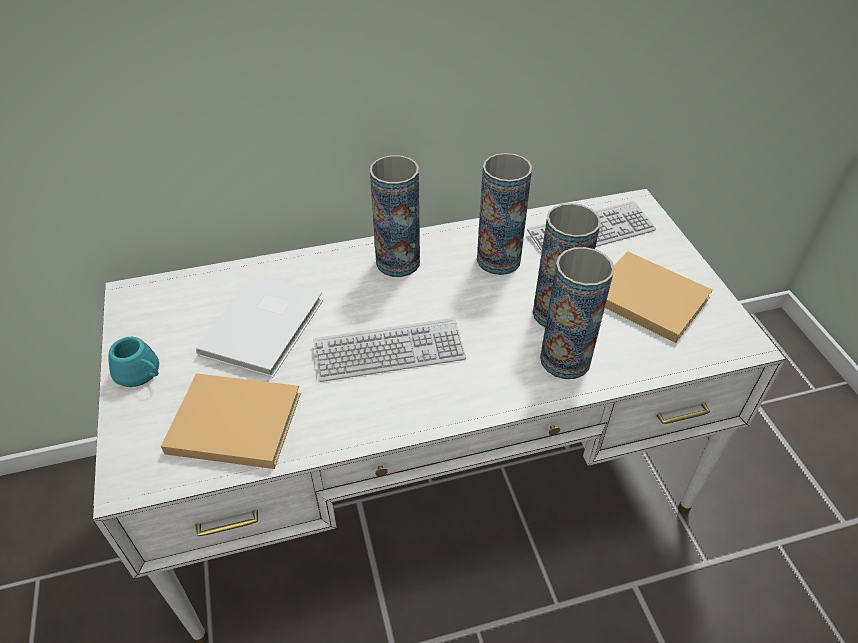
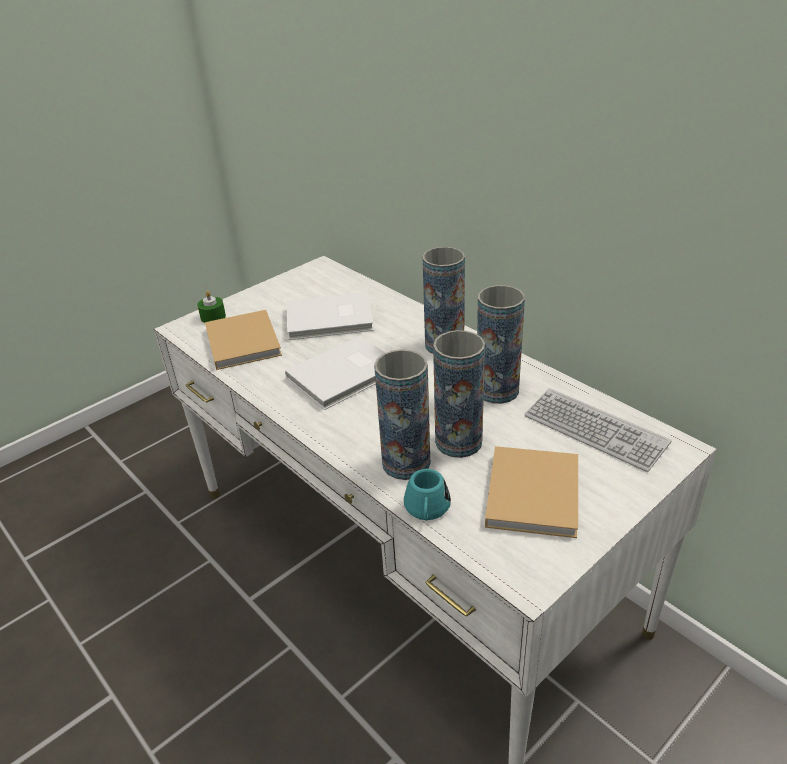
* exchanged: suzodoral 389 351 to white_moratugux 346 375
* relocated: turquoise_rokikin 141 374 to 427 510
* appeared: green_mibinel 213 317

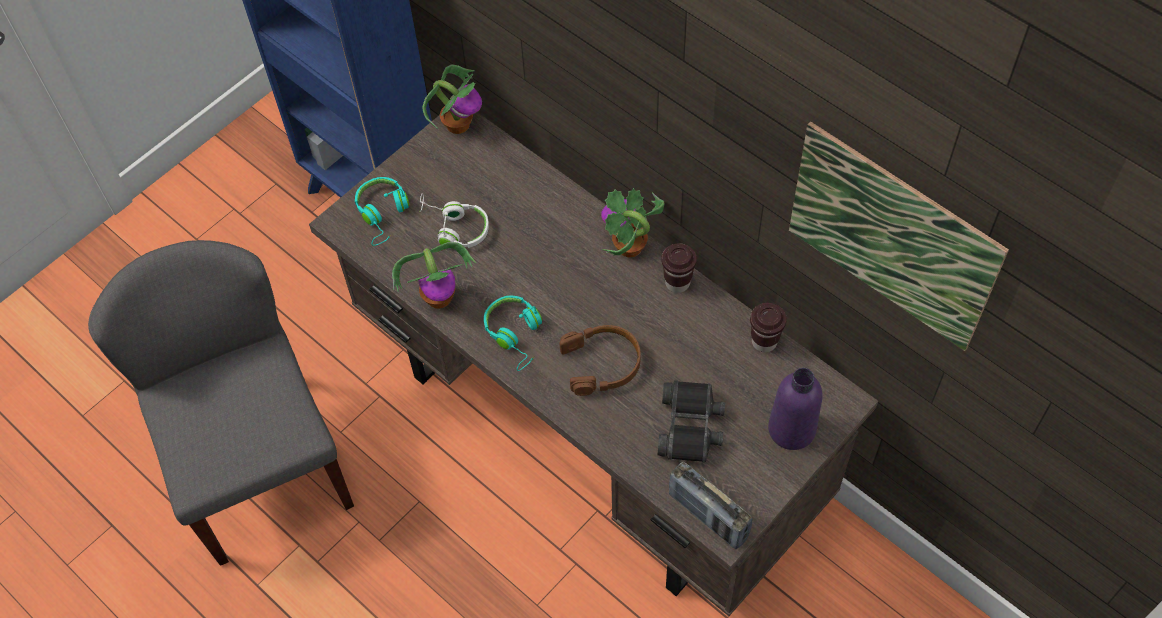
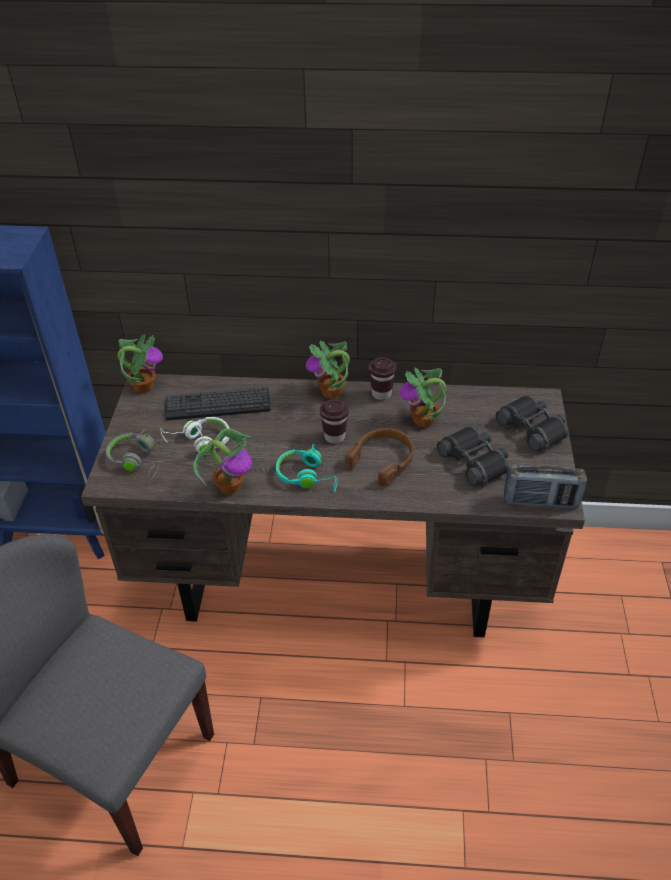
* missing: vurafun 891 237
* colour: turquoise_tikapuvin 383 214 to grey_tikapuvin 137 461
* relocated: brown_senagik 764 341 to 334 437
* exchanged: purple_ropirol 791 429 to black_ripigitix 532 428
* appeared: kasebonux 424 420
* appeared: suzodoral 218 405

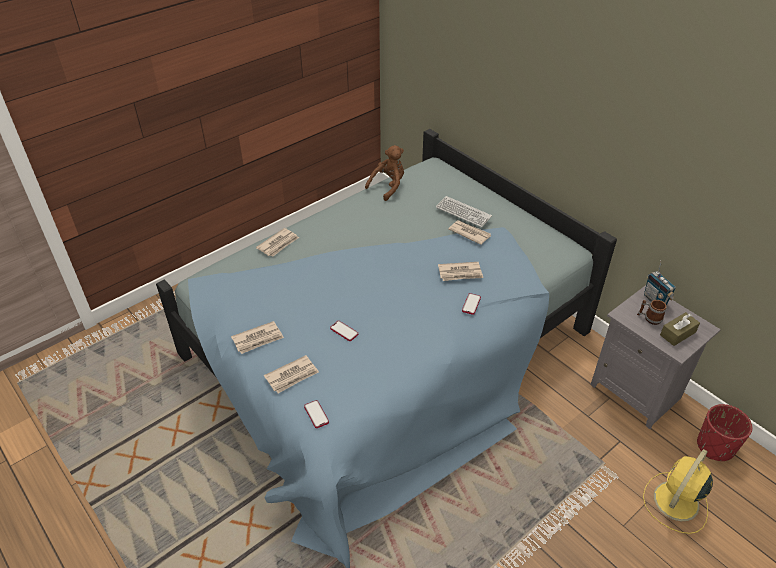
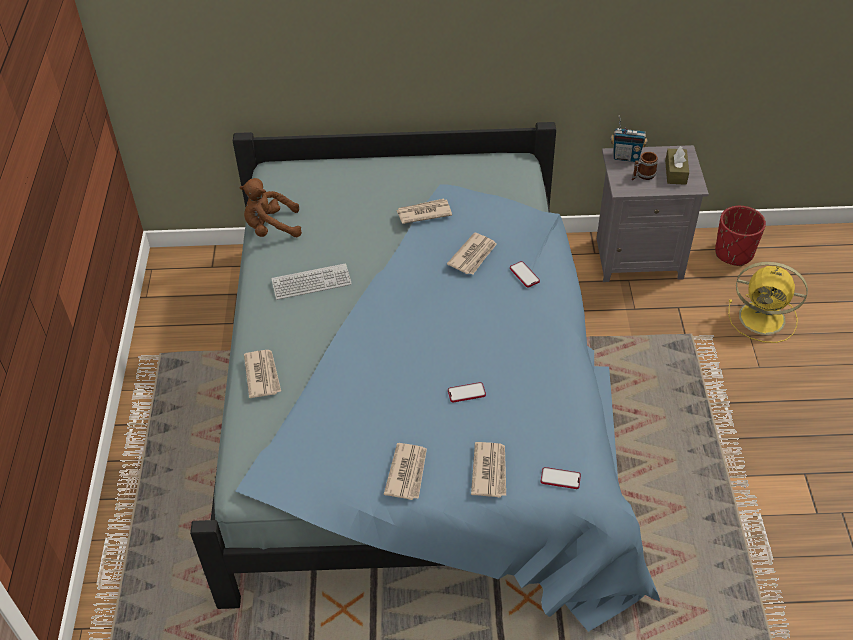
* spun: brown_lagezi 388 186 = 271 228 90 degrees counterclockwise
* relocated: suzodoral 463 212 to 311 282
* spun: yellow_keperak 675 502 = 764 318 60 degrees counterclockwise

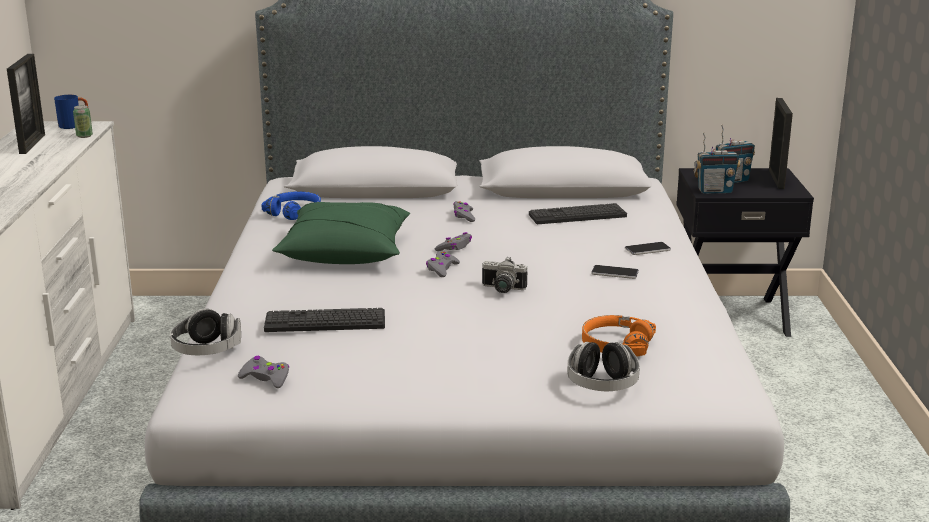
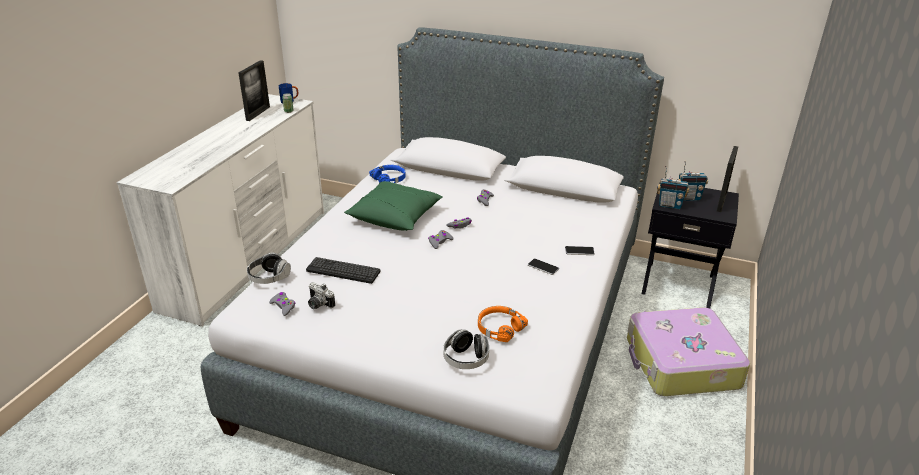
* missing: suzodoral 577 215
* relocated: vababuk 502 289 to 318 304
* appeared: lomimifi 680 364

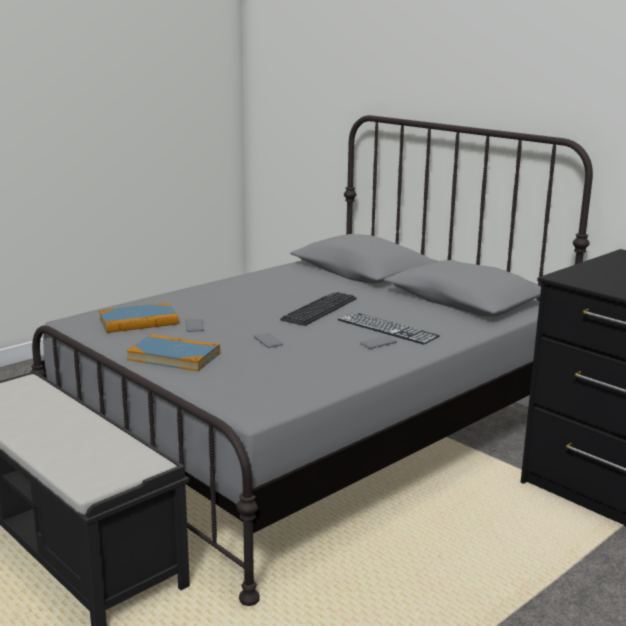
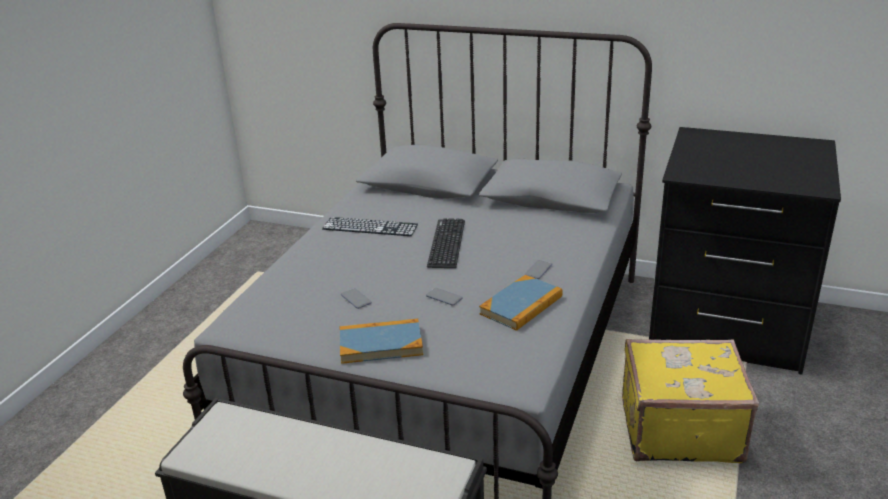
* relocated: moratugux 138 321 to 521 305
* relocated: suzodoral 387 328 to 370 227
* appeared: yellow_lomimifi 678 428

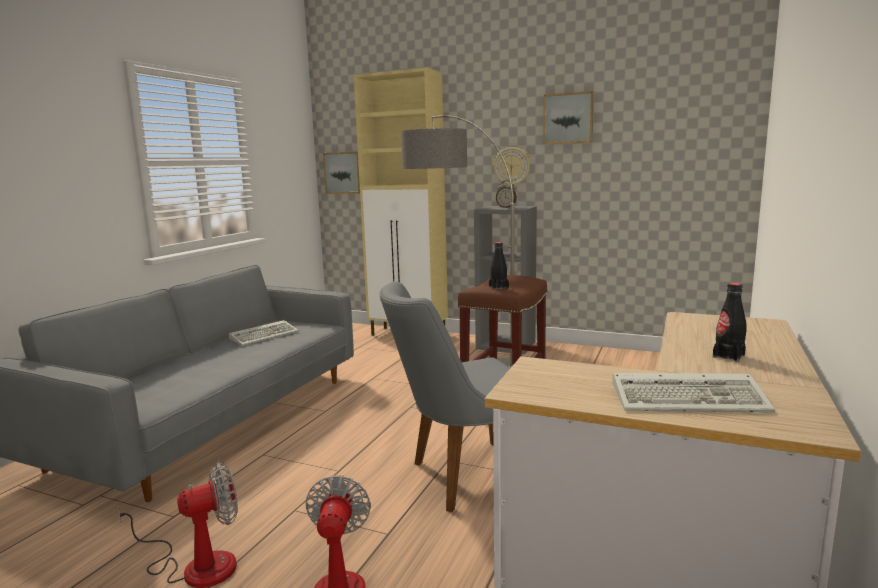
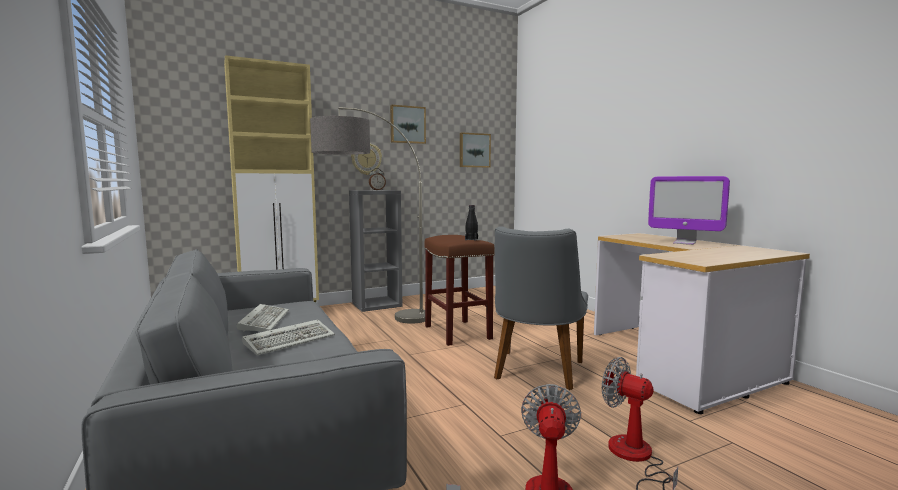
* relocated: vurafun 344 173 to 474 150
* exchanged: black_ropirol 728 356 to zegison 684 243
* relocated: suzodoral 691 399 to 291 340

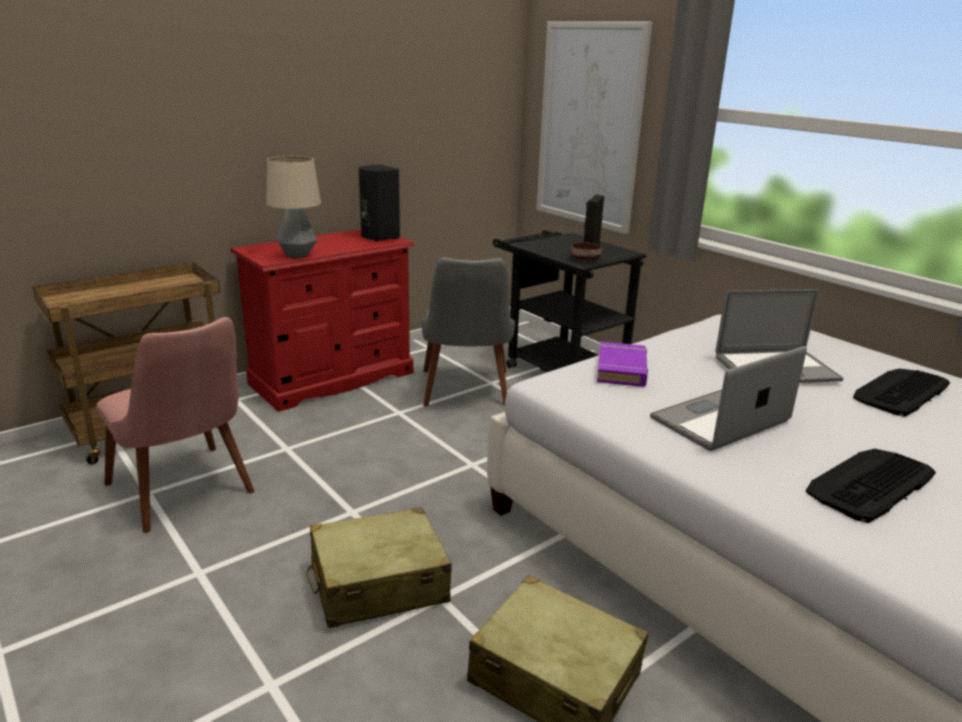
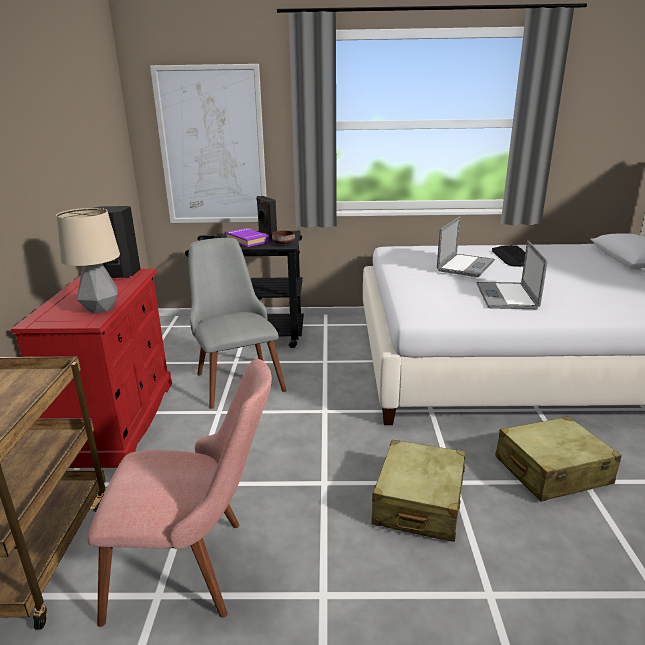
* spun: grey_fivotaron 466 394 = 235 377 150 degrees counterclockwise
* relocated: purple_moratugux 621 369 to 247 240
* missing: suzodoral 870 484

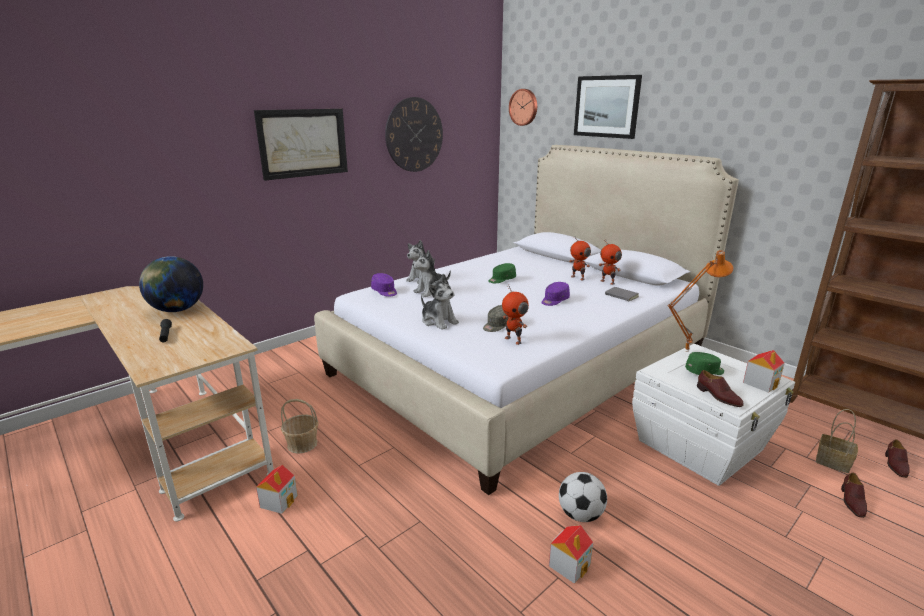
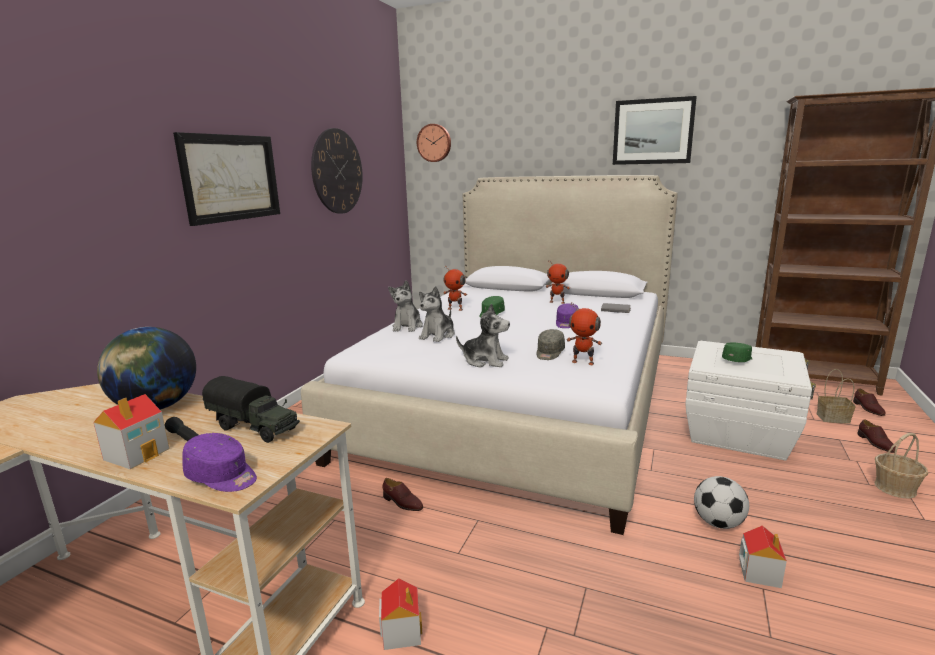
* relocated: vurafun 606 106 to 653 131
* relocated: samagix 608 282 to 455 309
* missing: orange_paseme 685 351
* relocated: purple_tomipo 385 291 to 222 477
* relocated: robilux 761 383 to 137 453
* relocated: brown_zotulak 718 396 to 402 503
* relocated: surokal 302 444 to 895 488
* appeared: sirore 255 427

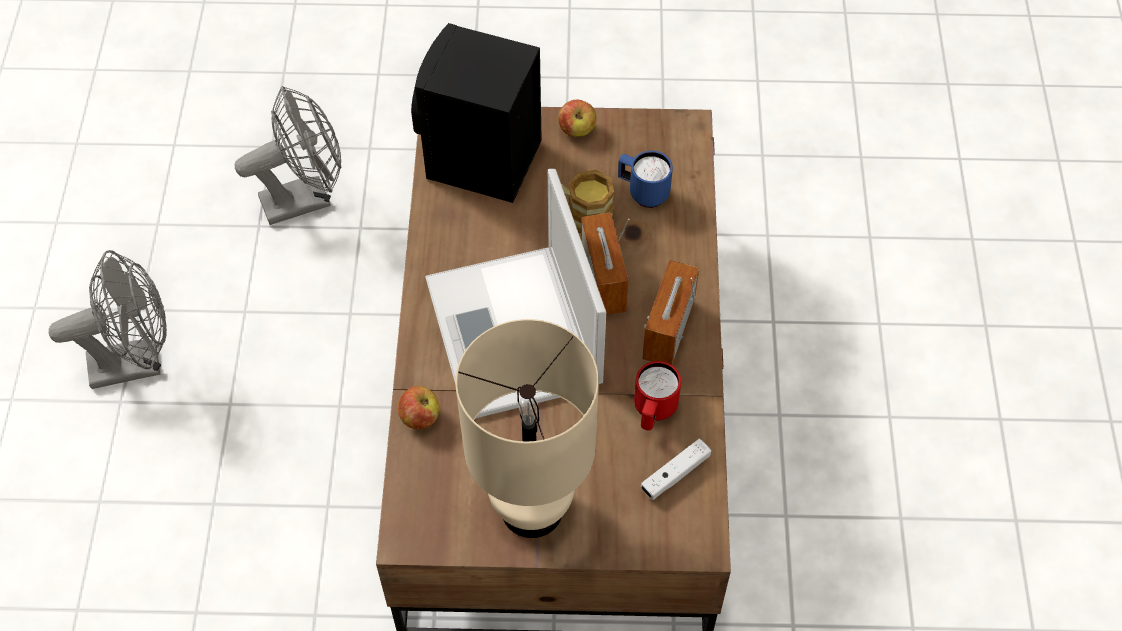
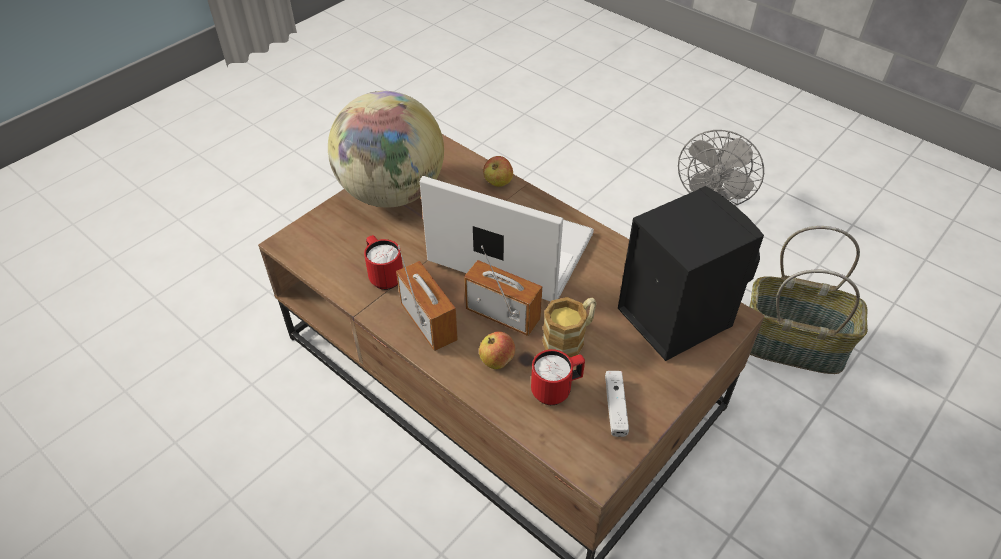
* exchanged: grey_keperak 306 198 to surokal 792 344
* relocated: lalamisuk 577 130 to 497 360
* colour: blue_rokikin 643 192 to red_rokikin 556 390
* exchanged: beige_paseme 533 509 to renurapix 391 193
* relocated: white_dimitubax 675 474 to 615 407

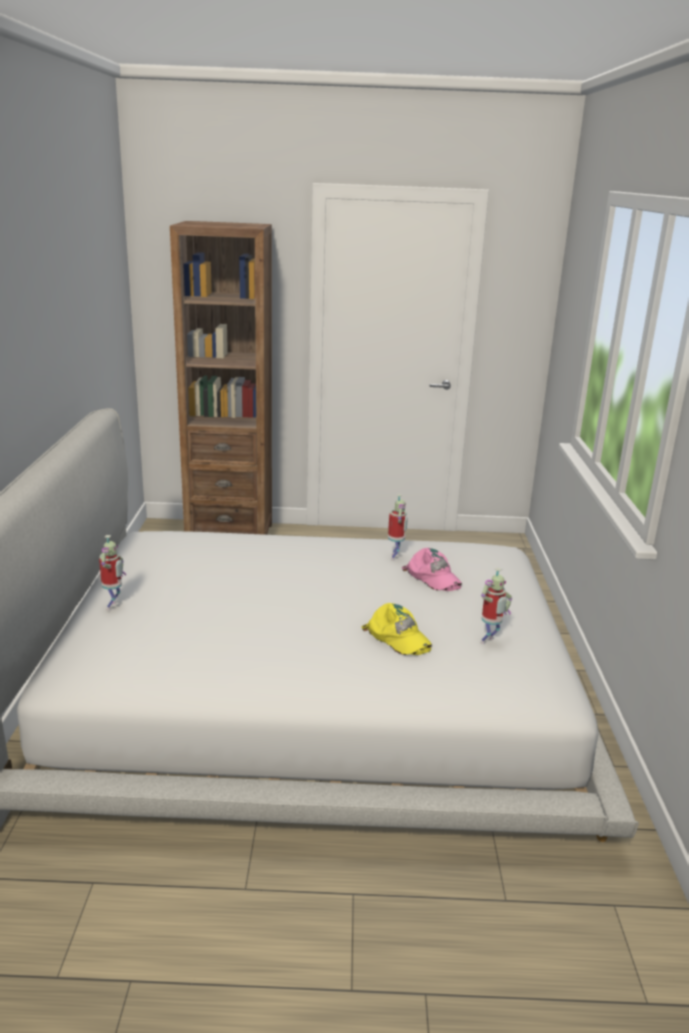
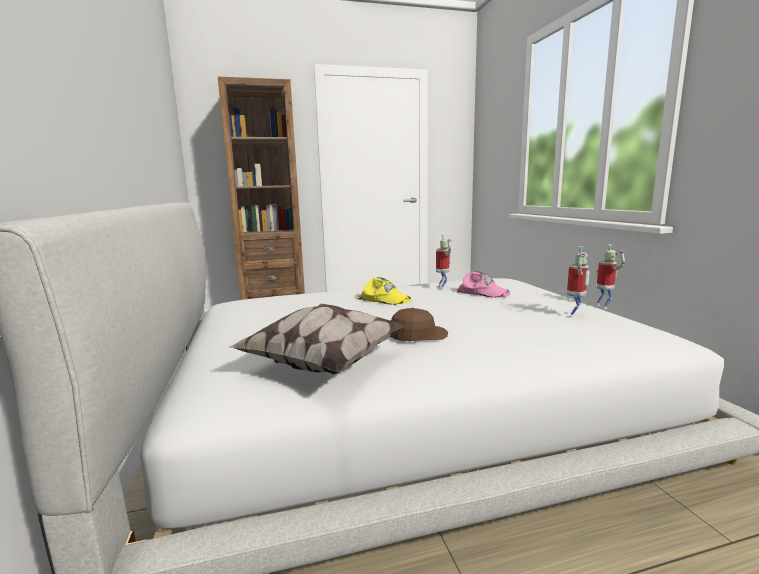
* relocated: samagix 114 606 to 603 307
* relocated: yellow_tomipo 398 637 to 384 299
* appeared: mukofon 323 363
* appeared: brown_tomipo 417 335

